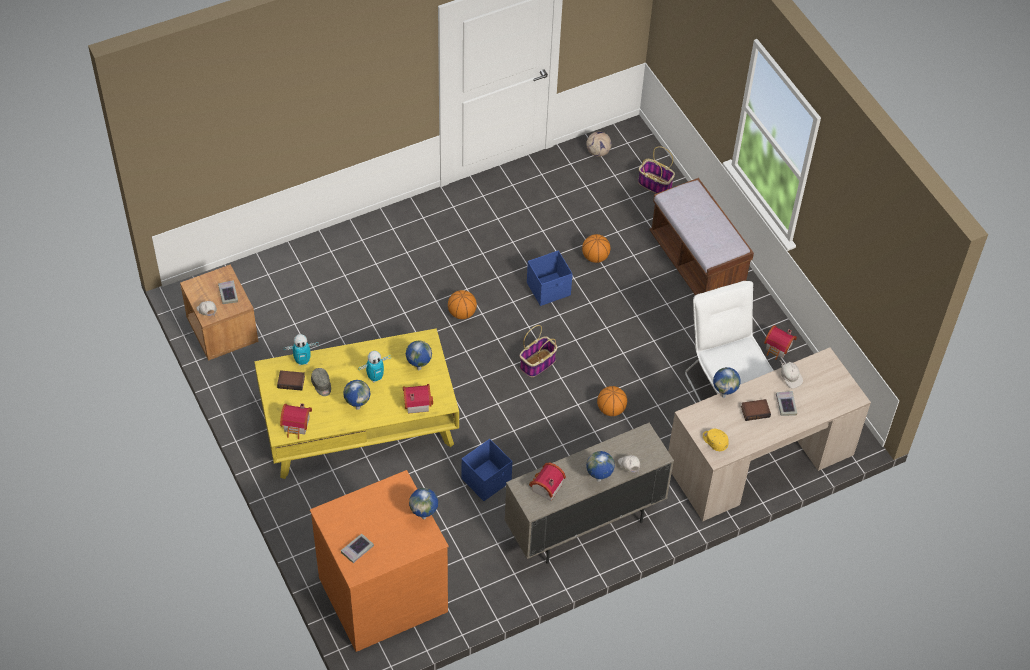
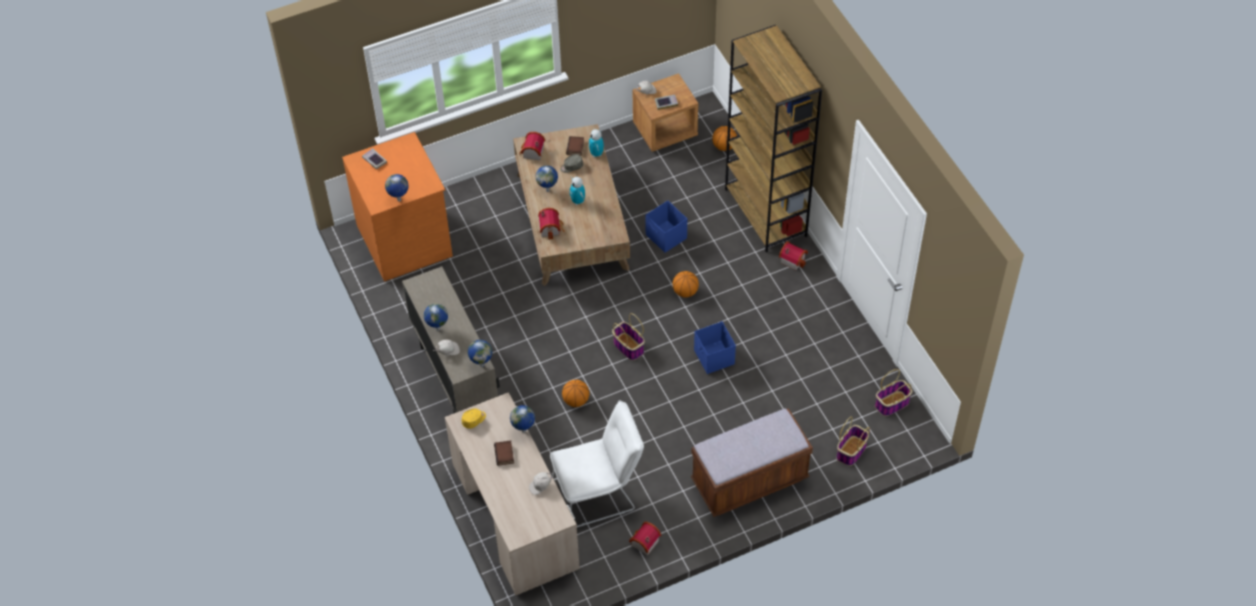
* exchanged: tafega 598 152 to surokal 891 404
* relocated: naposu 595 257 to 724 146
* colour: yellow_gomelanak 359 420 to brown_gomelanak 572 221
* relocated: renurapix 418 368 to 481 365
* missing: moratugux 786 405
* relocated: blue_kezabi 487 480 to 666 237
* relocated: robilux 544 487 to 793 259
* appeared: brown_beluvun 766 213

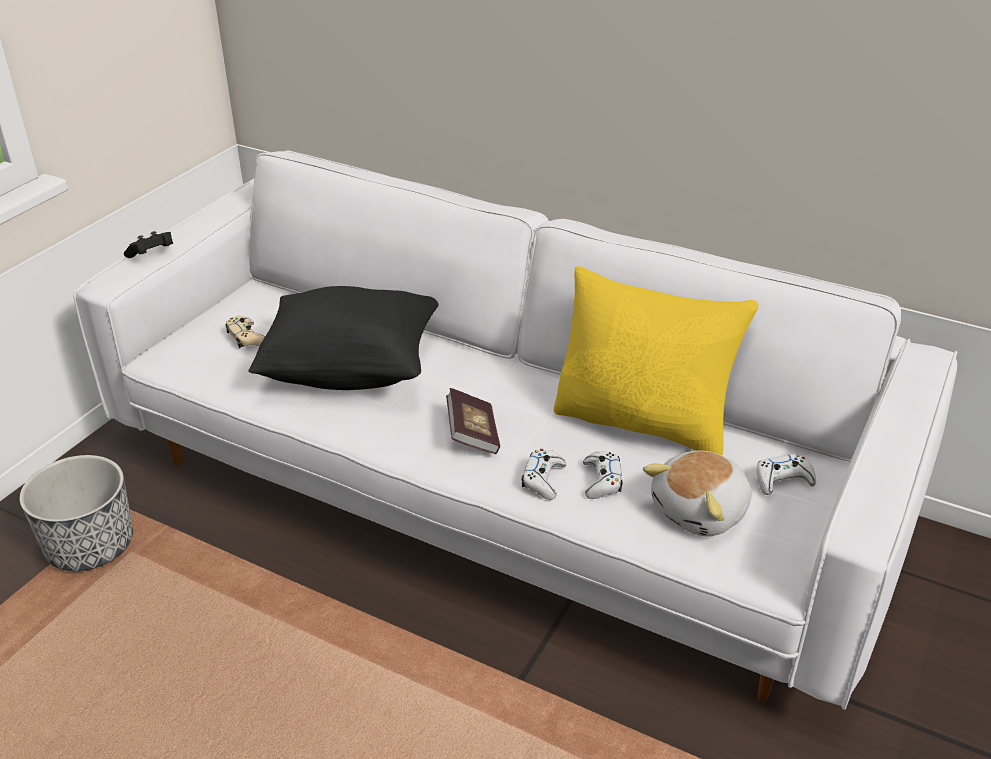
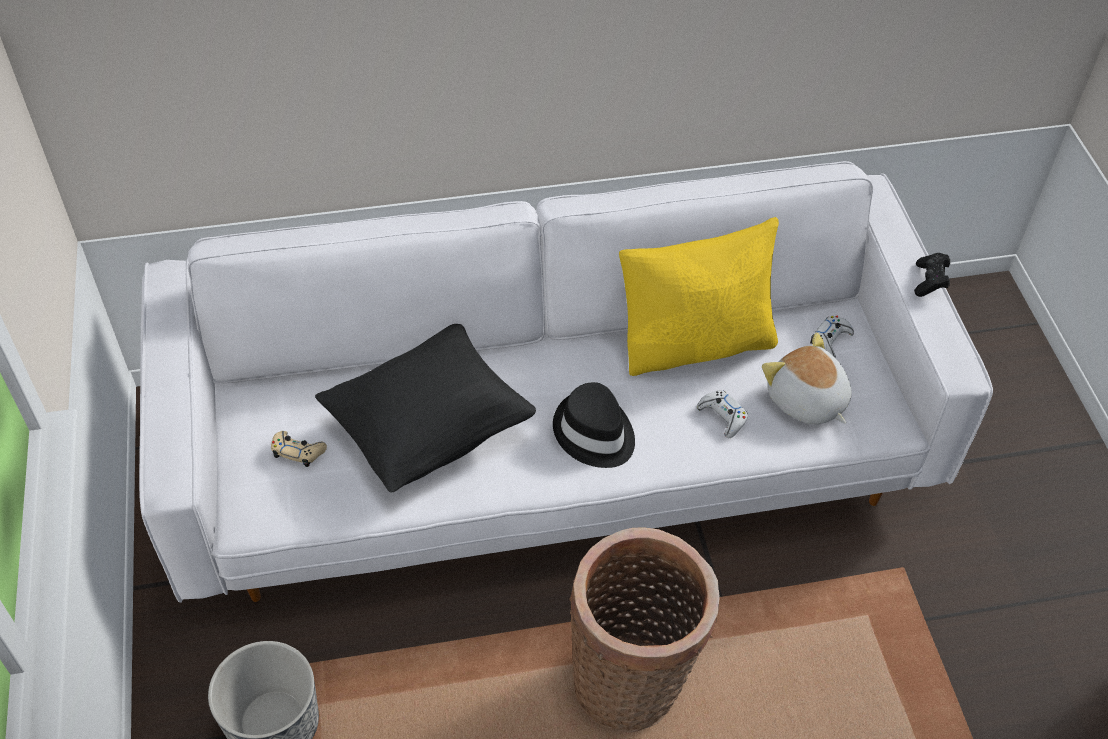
* relocated: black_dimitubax 152 255 to 930 282
* exchanged: moratugux 472 434 to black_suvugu 594 433
* missing: white_dimitubax 543 479
* spun: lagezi 701 512 = 806 401 135 degrees clockwise
* appeared: surokal 633 682

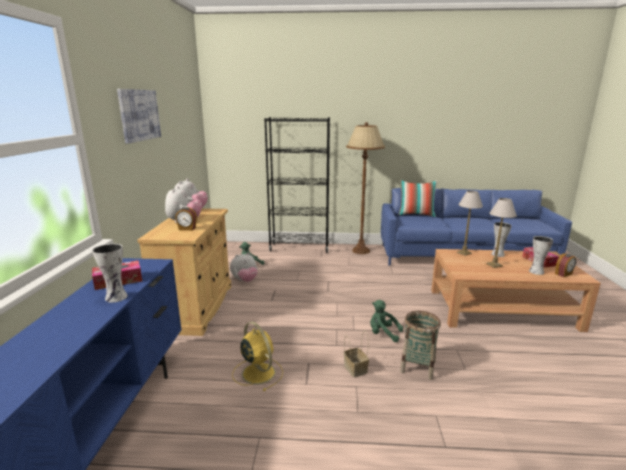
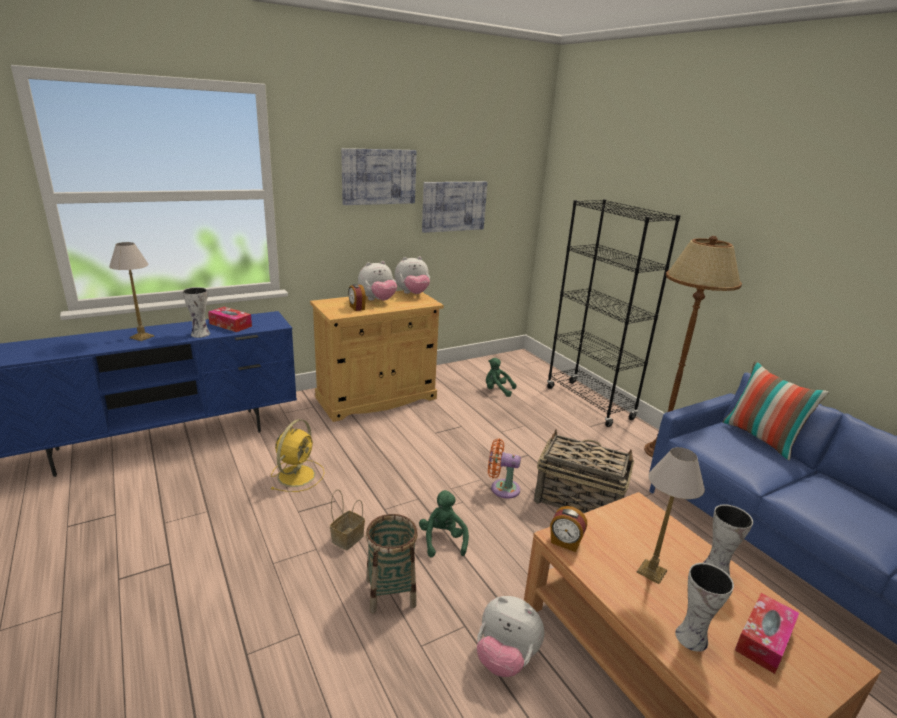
* relocated: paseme 464 253 to 141 337
* relocated: lagezi 245 280 to 505 658
* relocated: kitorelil 563 274 to 565 542
* appeared: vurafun 454 206
* appeared: surokal 577 500
* appeared: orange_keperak 502 488

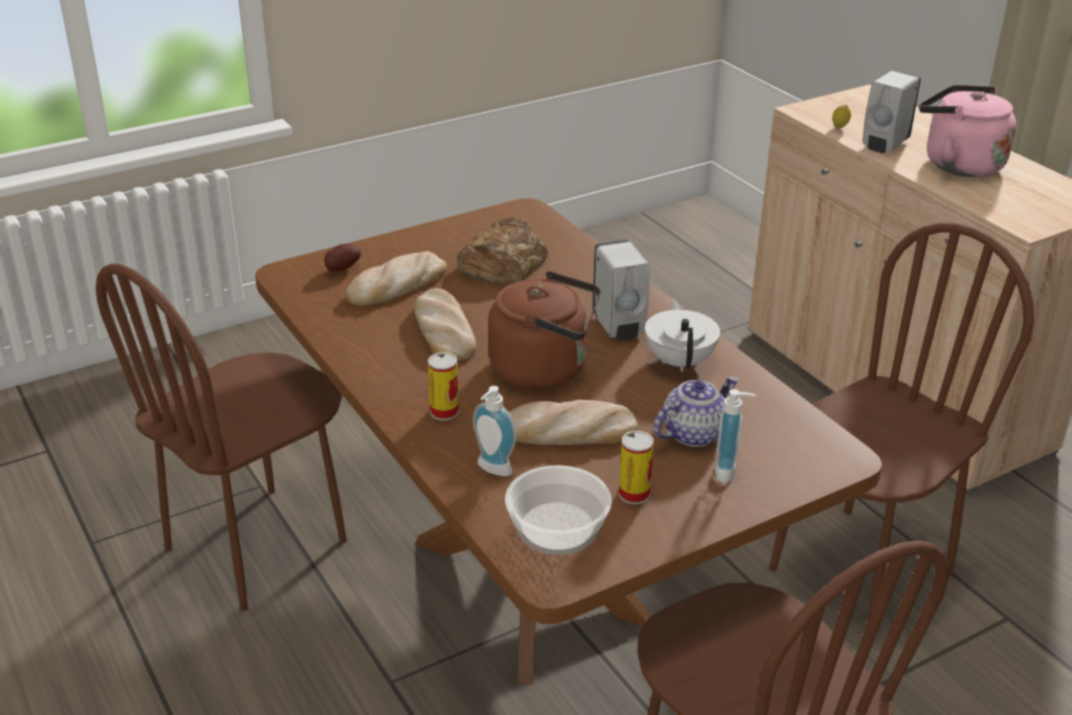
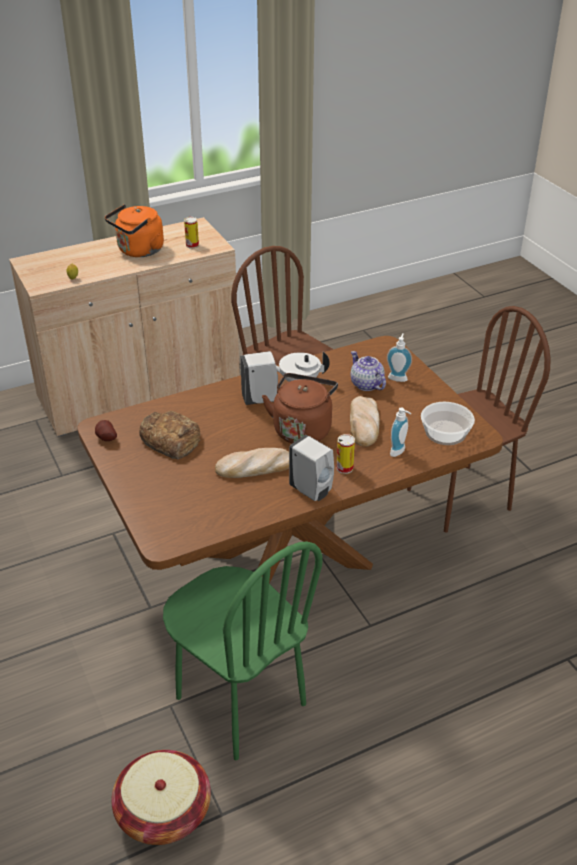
* relocated: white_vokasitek 884 145 to 312 491
* colour: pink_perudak 958 164 to orange_perudak 138 251
* relocated: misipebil 342 269 to 106 438
* missing: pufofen 397 285
* colour: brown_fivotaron 257 546 to green_fivotaron 240 701
* relocated: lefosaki 634 494 to 192 245
* appeared: surokal 163 811

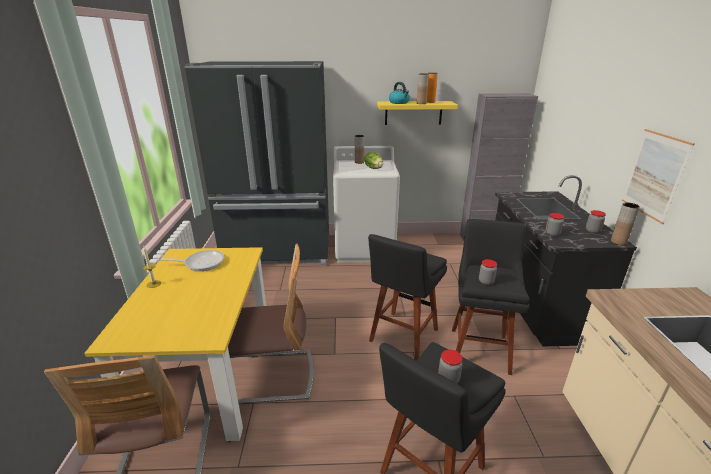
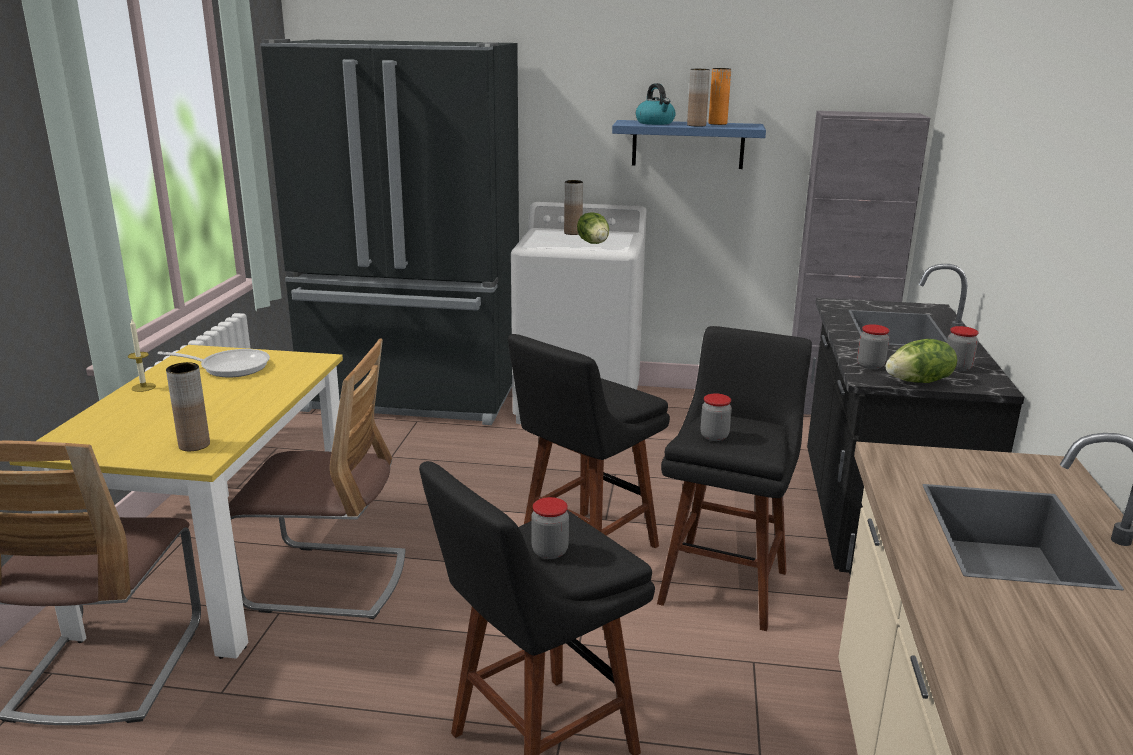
* colour: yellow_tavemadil 413 113 to blue_tavemadil 688 144
* missing: vurafun 654 175
* relocated: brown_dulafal 618 242 to 194 445
* appeared: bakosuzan 919 382

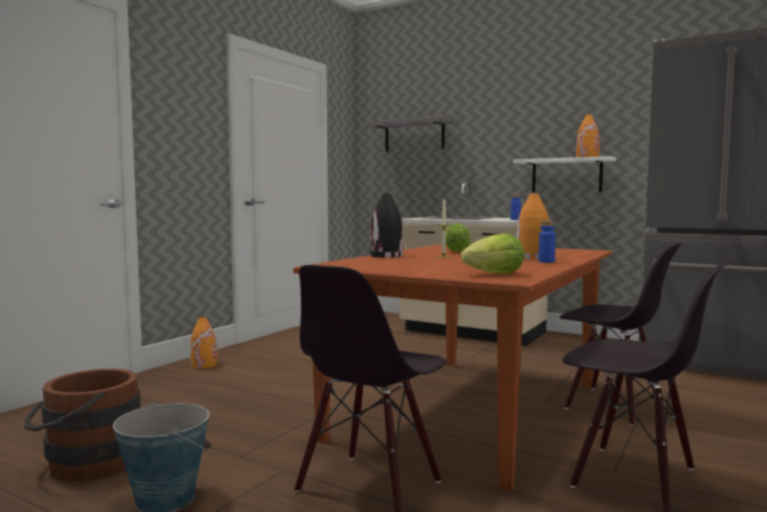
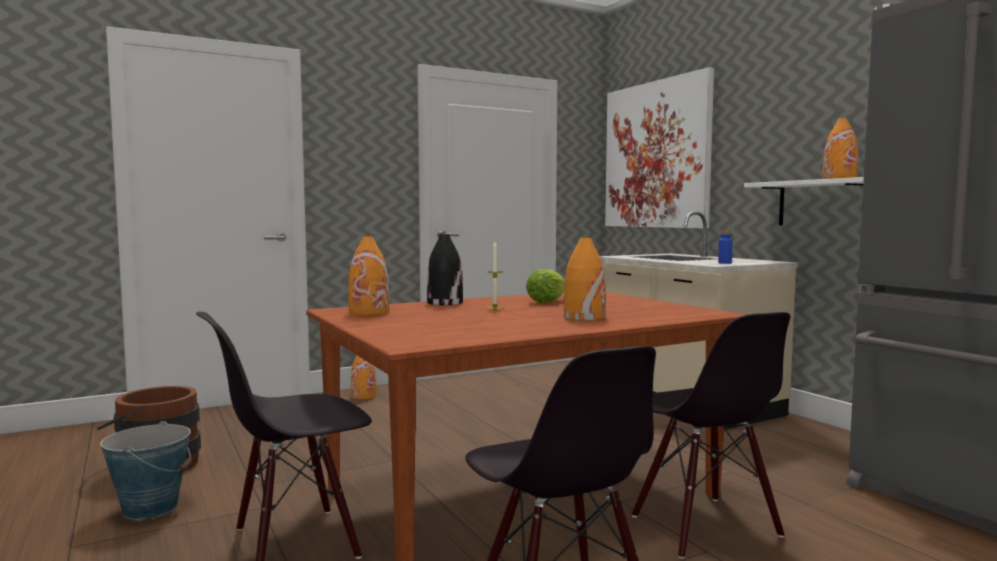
* exchanged: grey_tavemadil 414 136 to vurafun 656 155
* missing: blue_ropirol 546 261
* missing: bakosuzan 495 274
* appeared: orange_dulafal 369 312

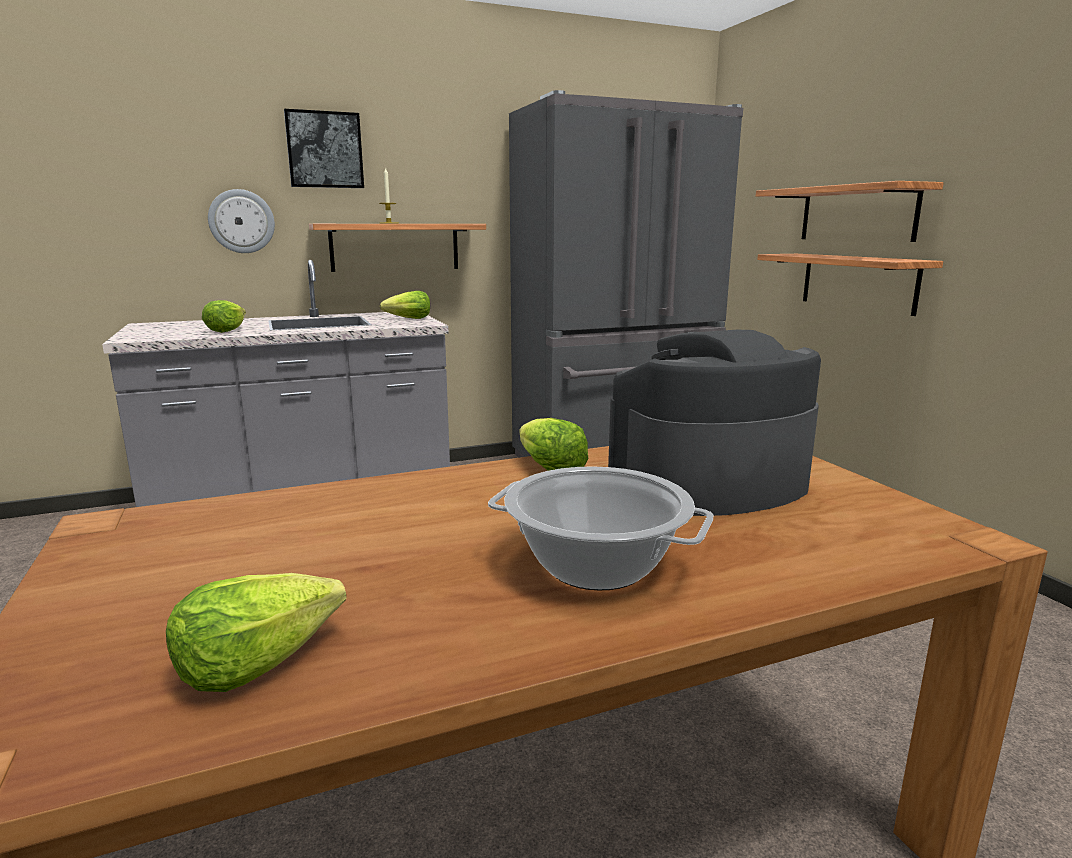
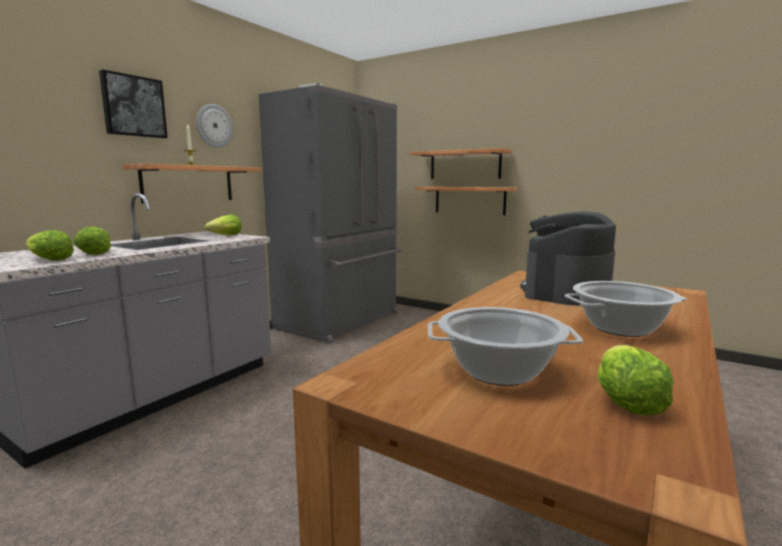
* relocated: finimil 241 221 to 214 126
* relocated: bakosuzan 549 467 to 49 260
* appeared: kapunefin 498 371

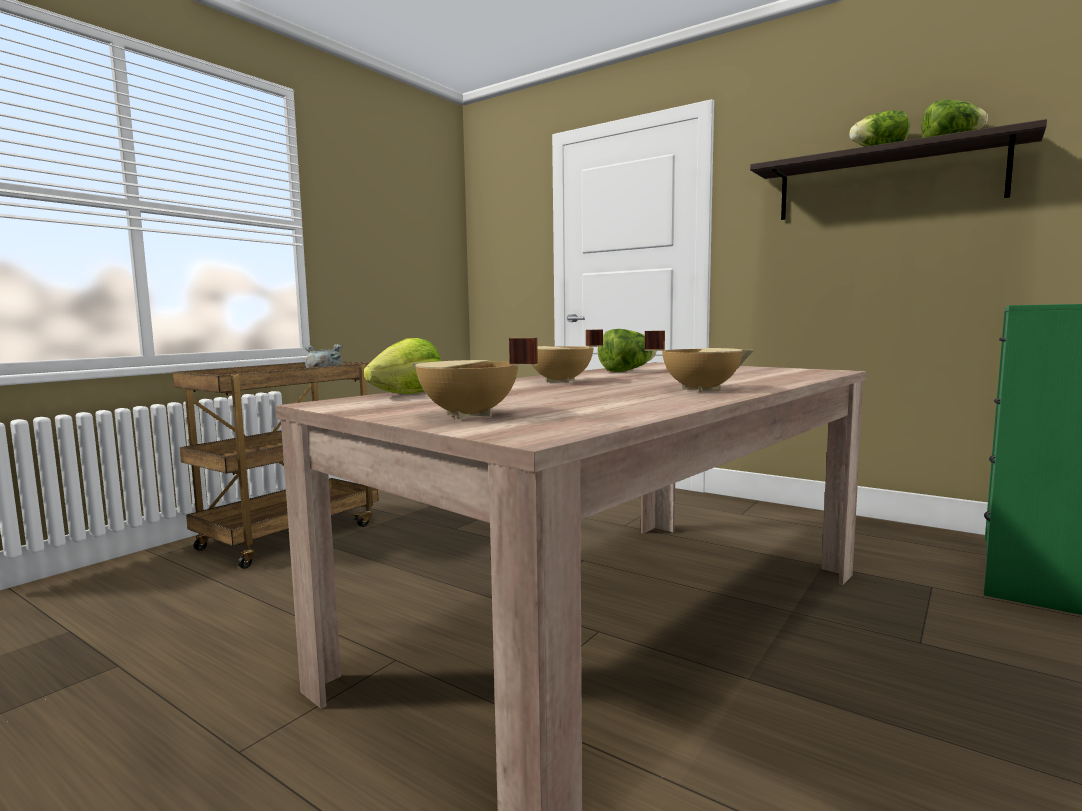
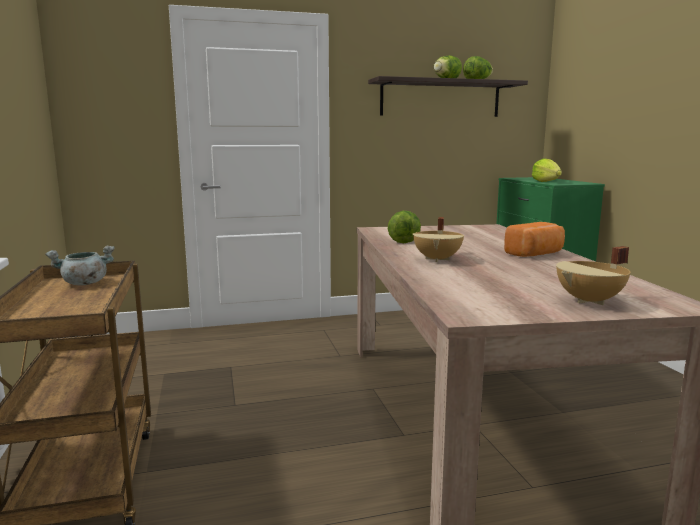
* exchanged: beige_kapunefin 700 389 to pufofen 535 254
* relocated: bakosuzan 407 394 to 546 181

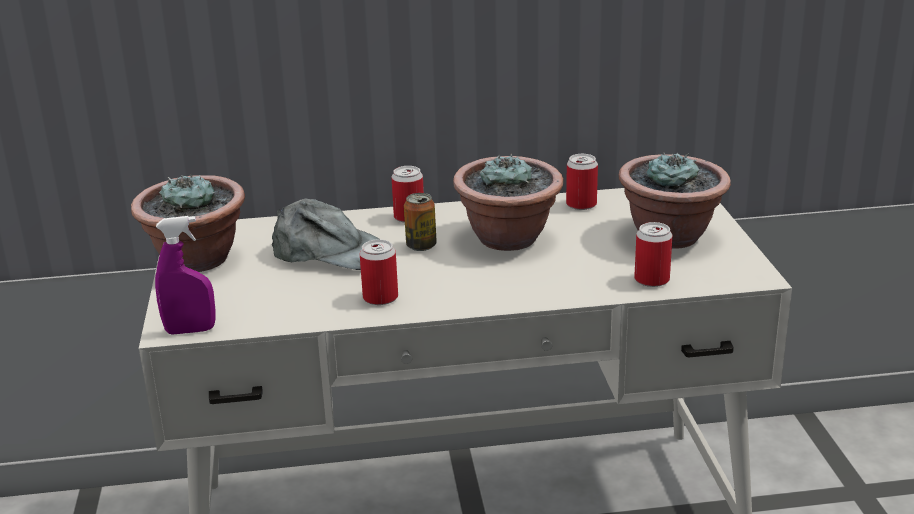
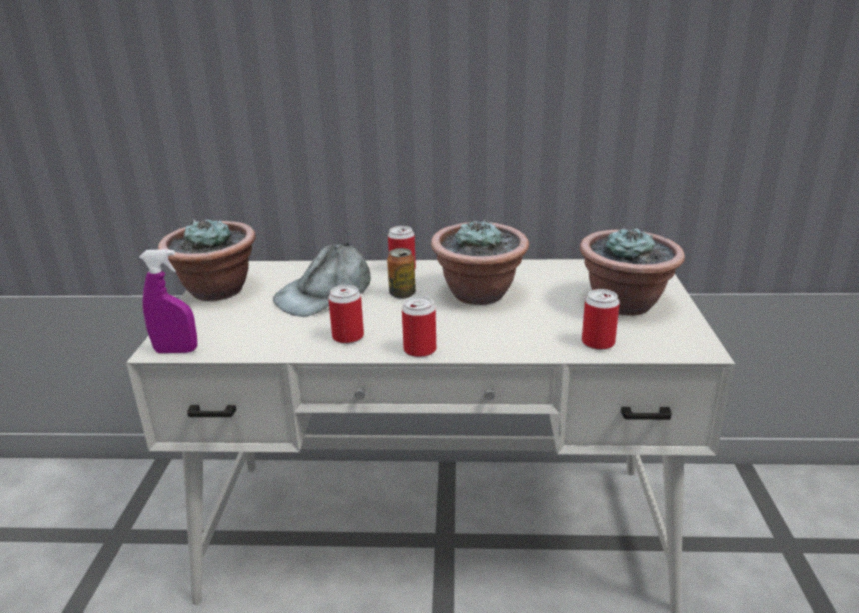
* relocated: lefosaki 581 204 to 420 350
* spun: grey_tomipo 331 253 = 325 294 105 degrees clockwise

